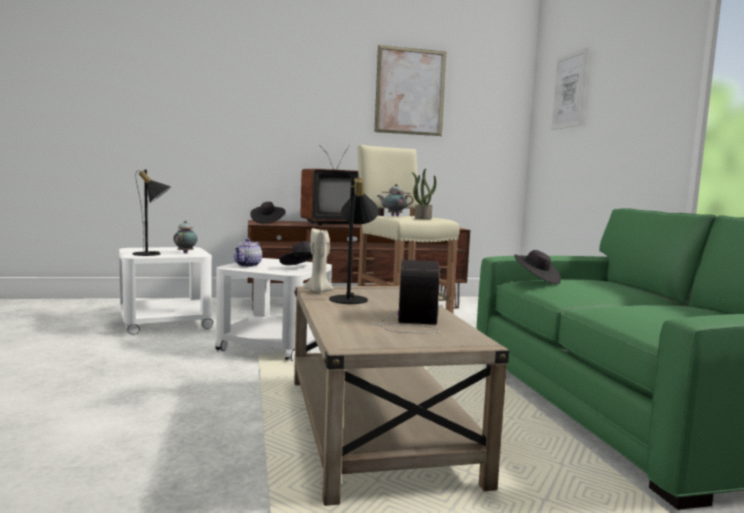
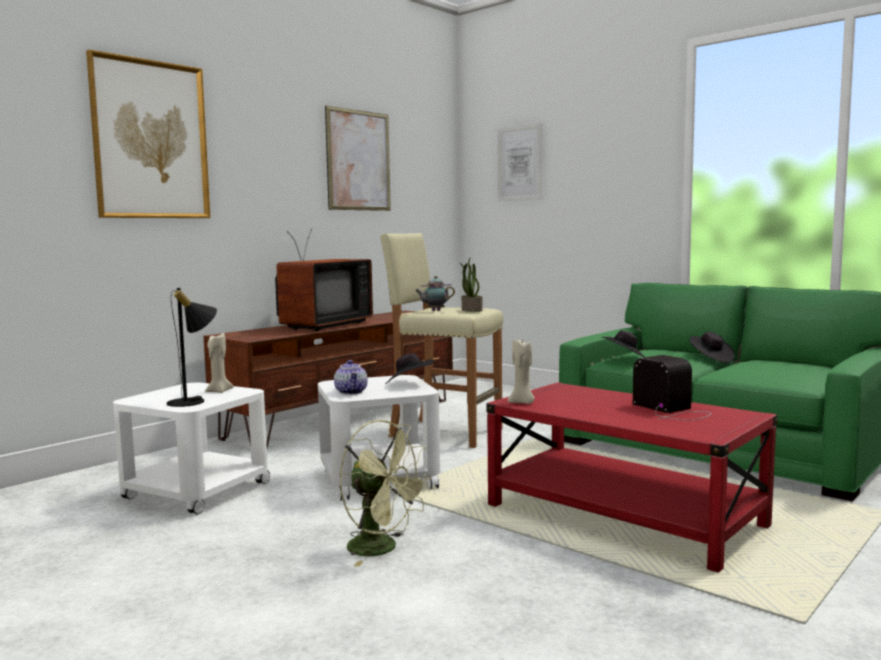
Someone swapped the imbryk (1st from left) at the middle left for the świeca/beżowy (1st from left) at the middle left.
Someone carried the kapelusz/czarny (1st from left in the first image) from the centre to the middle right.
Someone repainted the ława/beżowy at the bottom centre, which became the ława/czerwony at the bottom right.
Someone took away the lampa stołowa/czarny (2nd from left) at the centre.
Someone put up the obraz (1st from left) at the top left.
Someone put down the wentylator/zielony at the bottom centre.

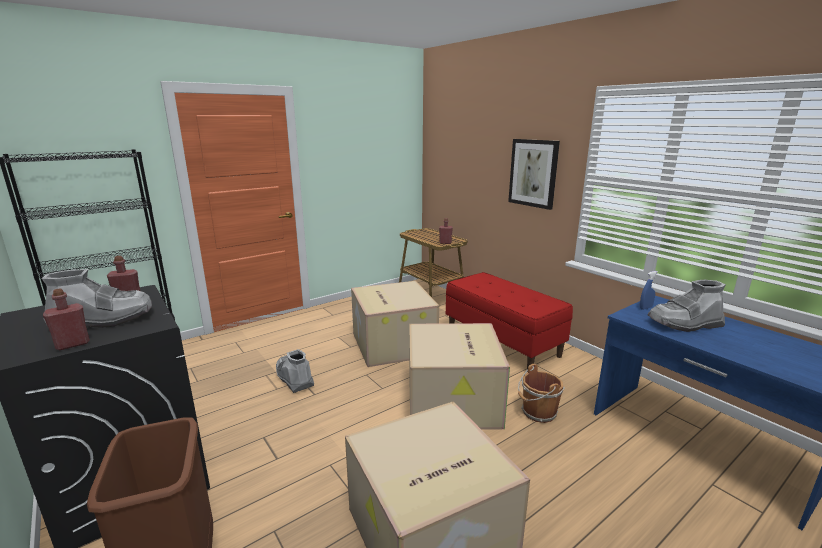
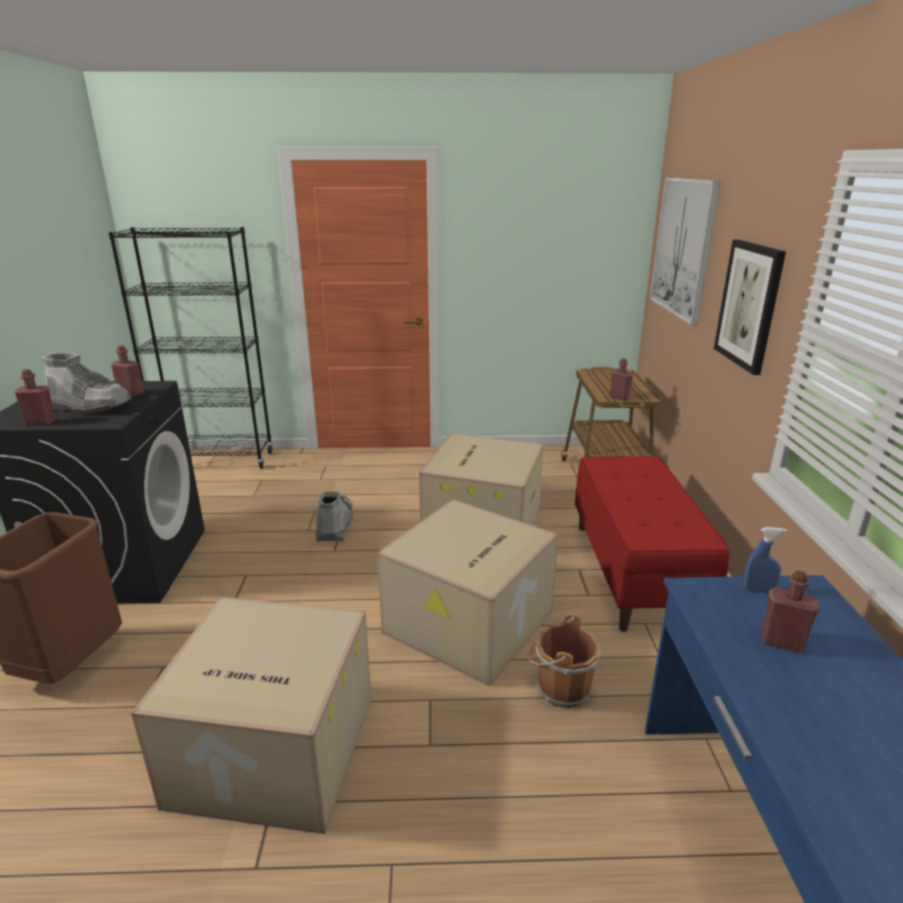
Someone swapped the but z cholewką/szary (3rd from left) at the middle right for the butelka/czerwony (4th from left) at the bottom right.
Someone put up the obraz (1st from left) at the top right.

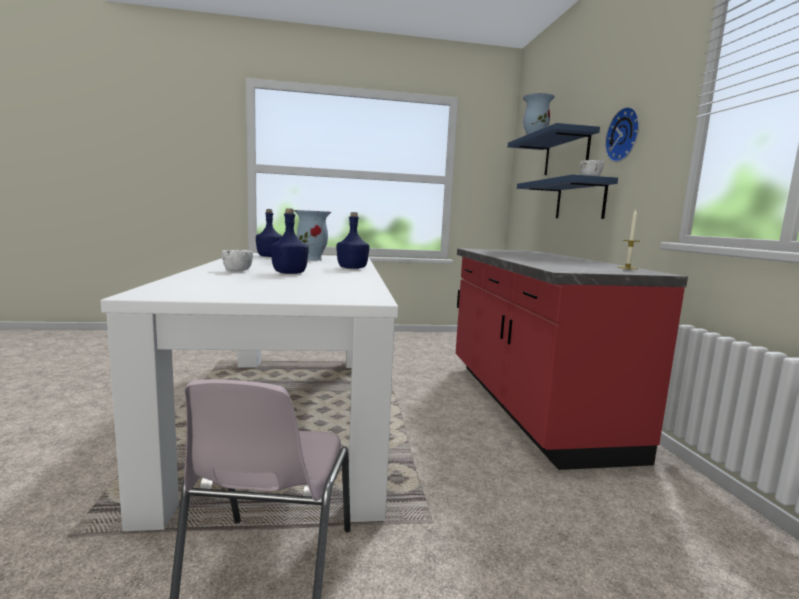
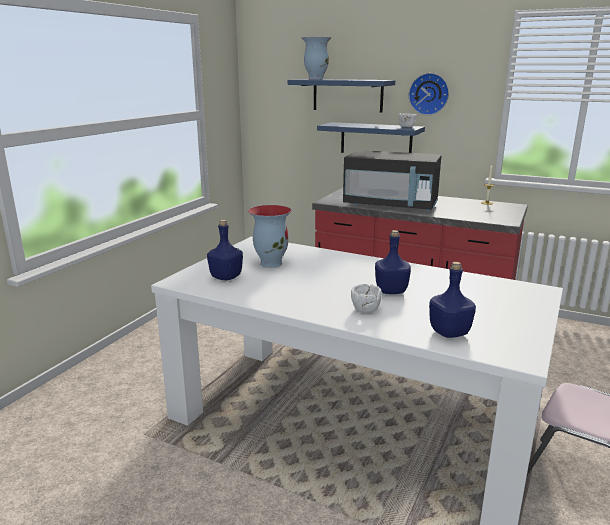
Someone carried the butelka/niebieski (3rd from left) from the centre to the middle right.
Someone put down the mikrofalówka/czarny at the centre.

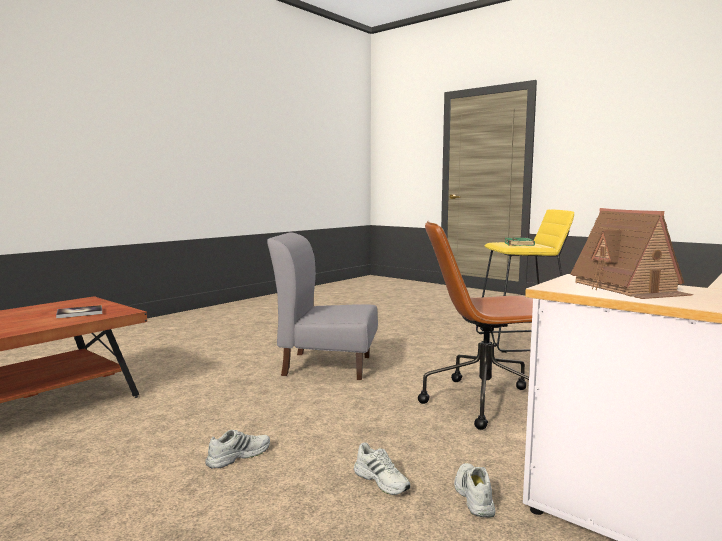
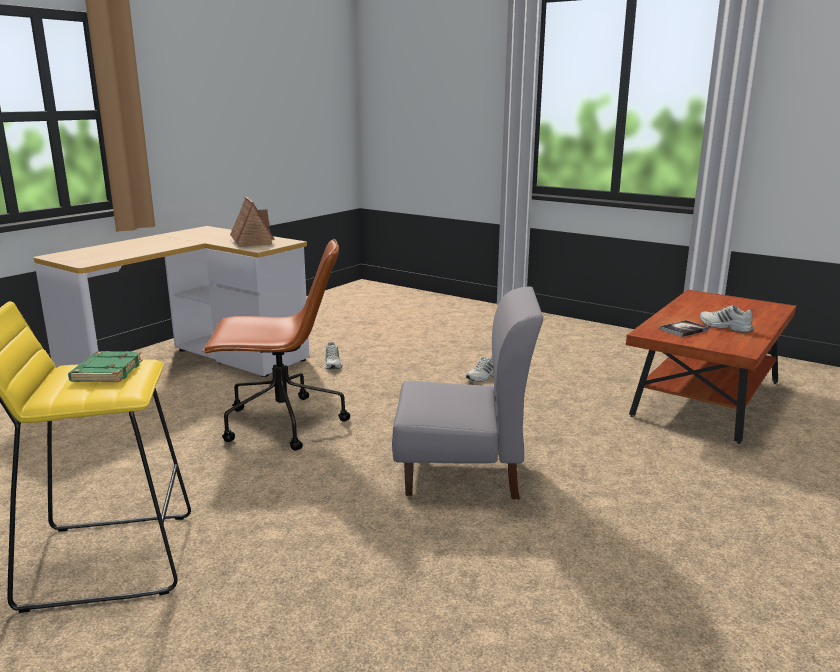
Someone carried the but/biały (2nd from left in the first image) from the bottom centre to the middle right.

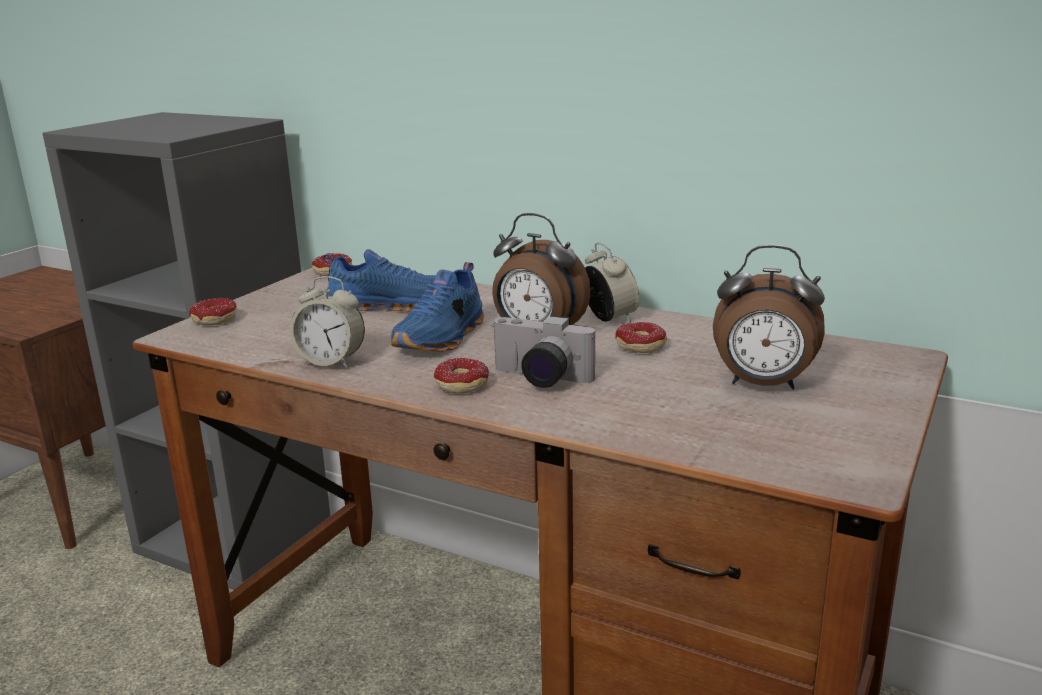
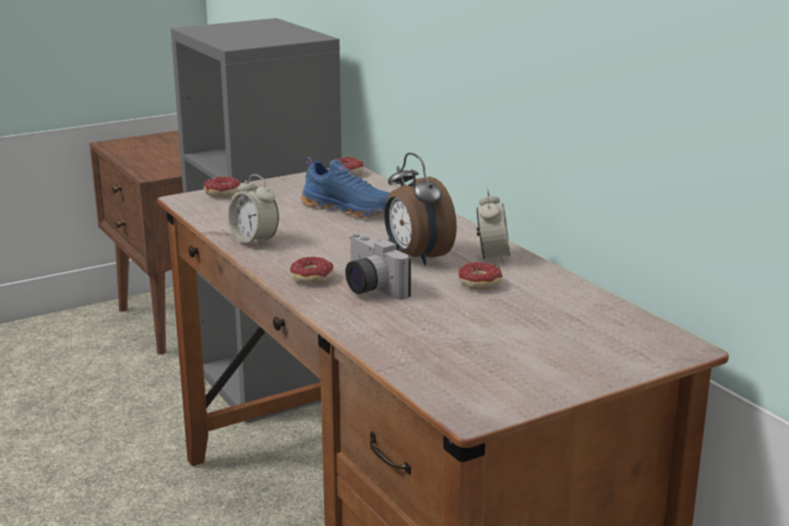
Someone took away the but/niebieski (2nd from left) at the centre.
Someone took away the budzik (4th from left) at the middle right.

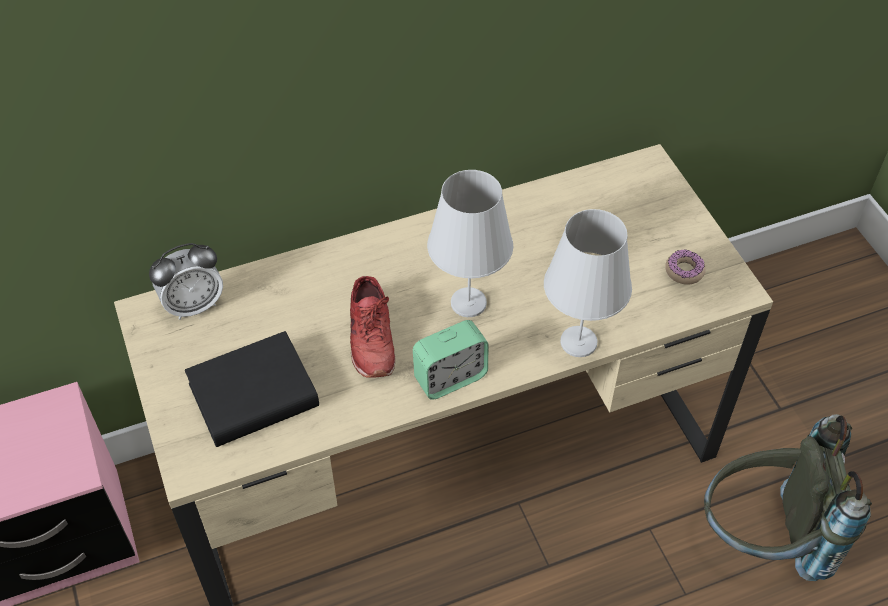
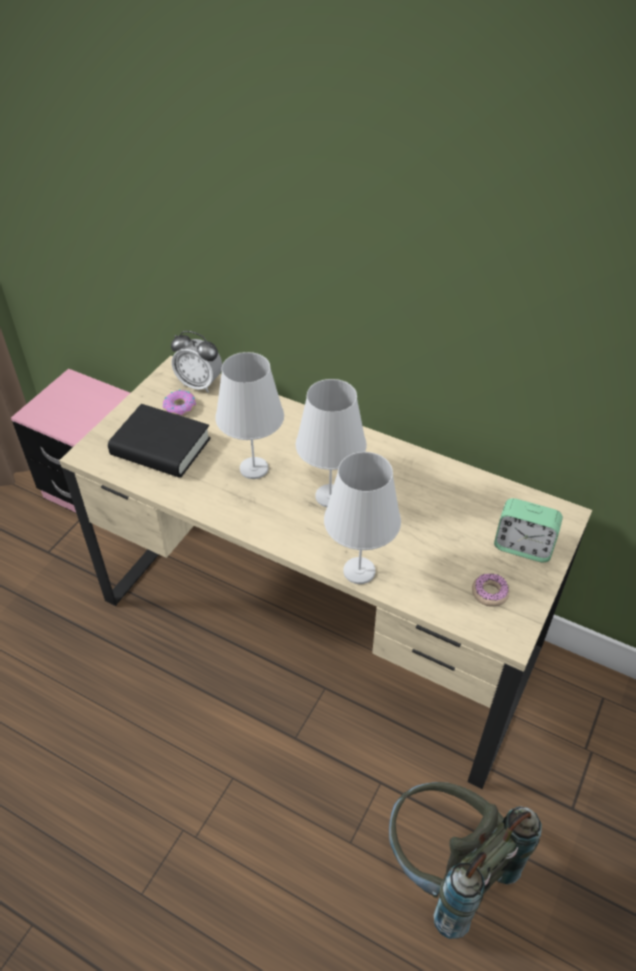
Someone swapped the but/czerwony at the centre for the lampa stołowa/biały (1st from left) at the centre.
Someone carried the budzik (2nd from left) from the centre to the middle right.
Someone put down the donut (1st from left) at the middle left.

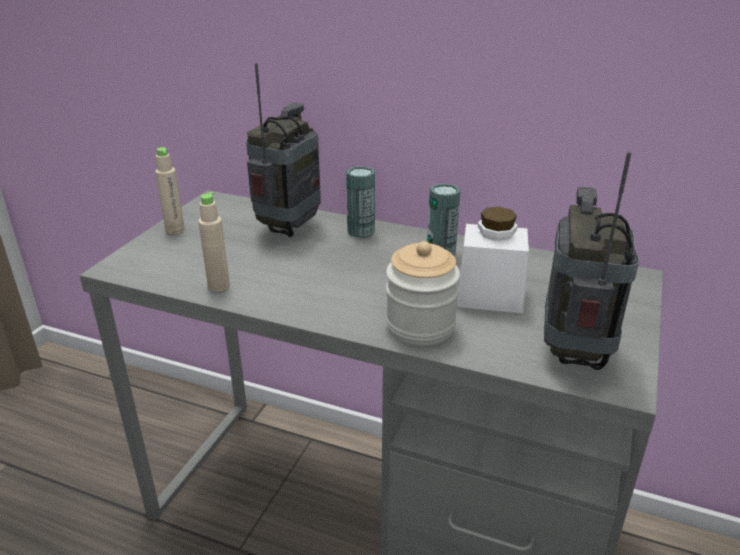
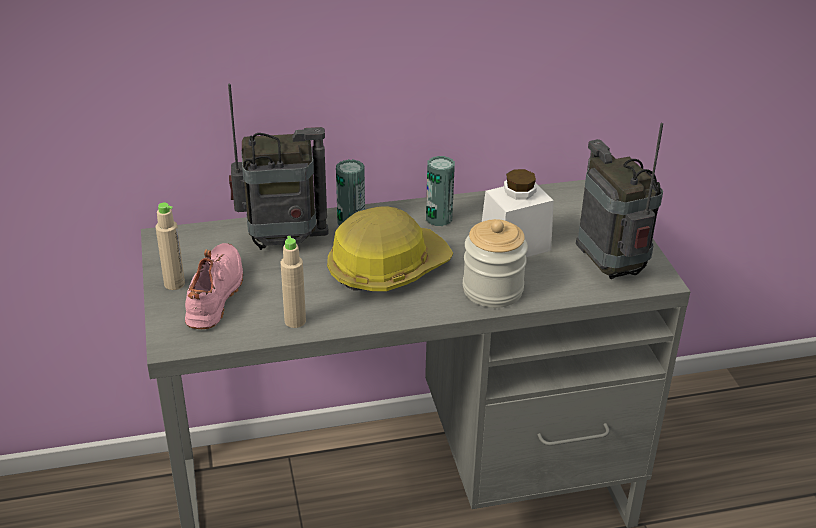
Someone rotated the radio (1st from left) at the top centre by 90 degrees clockwise.
Someone put down the but/różowy at the middle left.
Someone put down the kask at the centre.

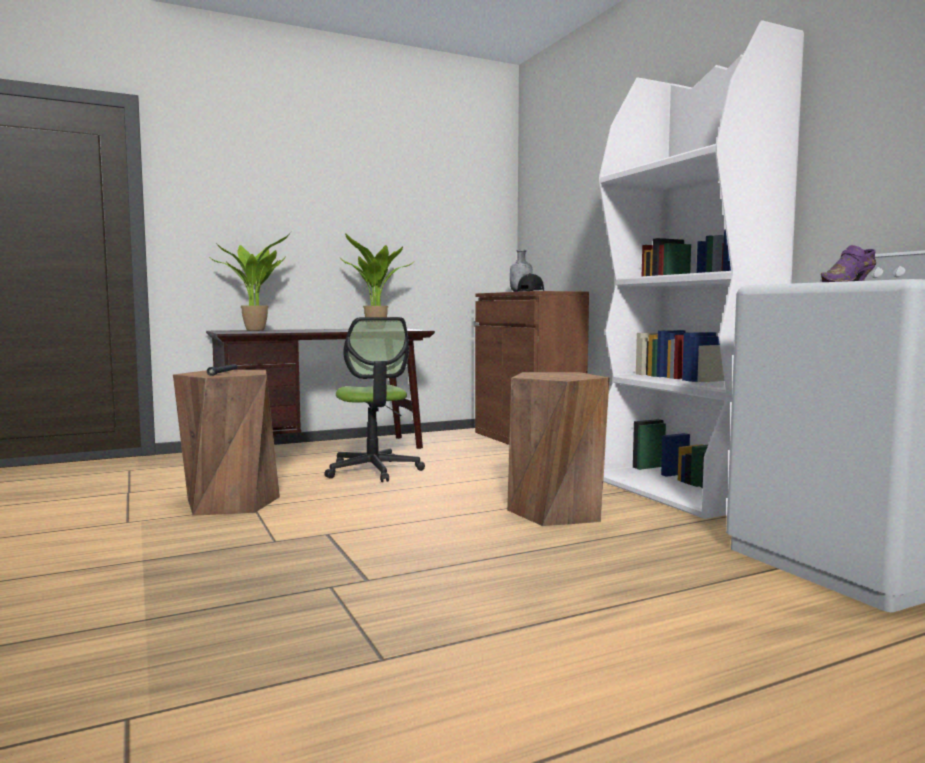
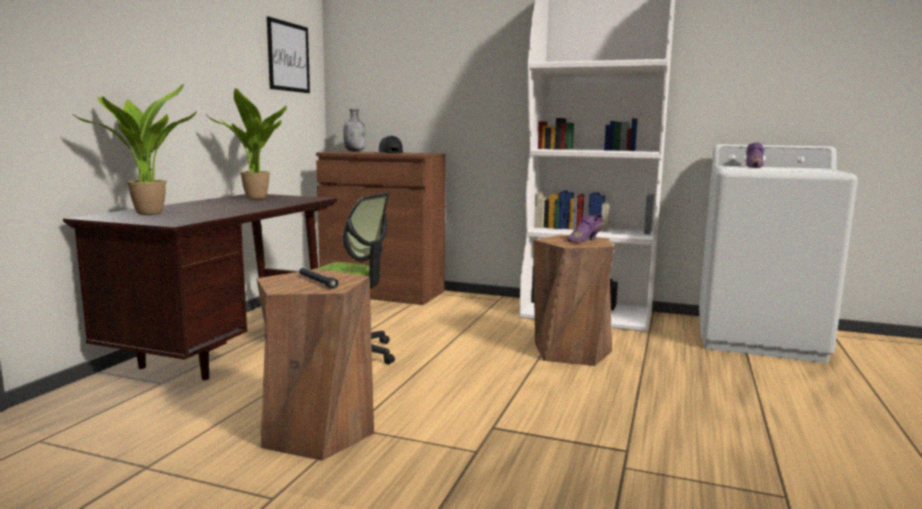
Someone put up the obraz at the top left.
Someone put down the but/fioletowy (1st from left) at the centre.

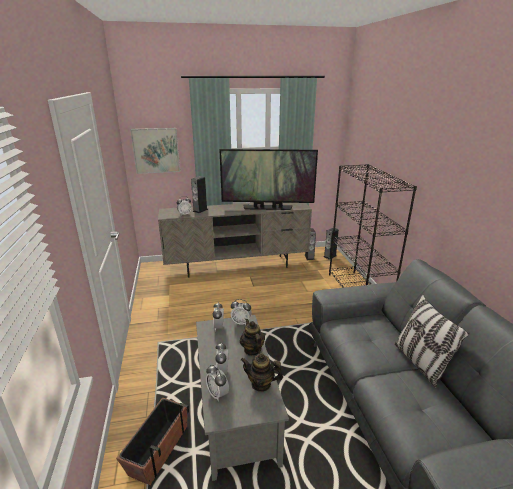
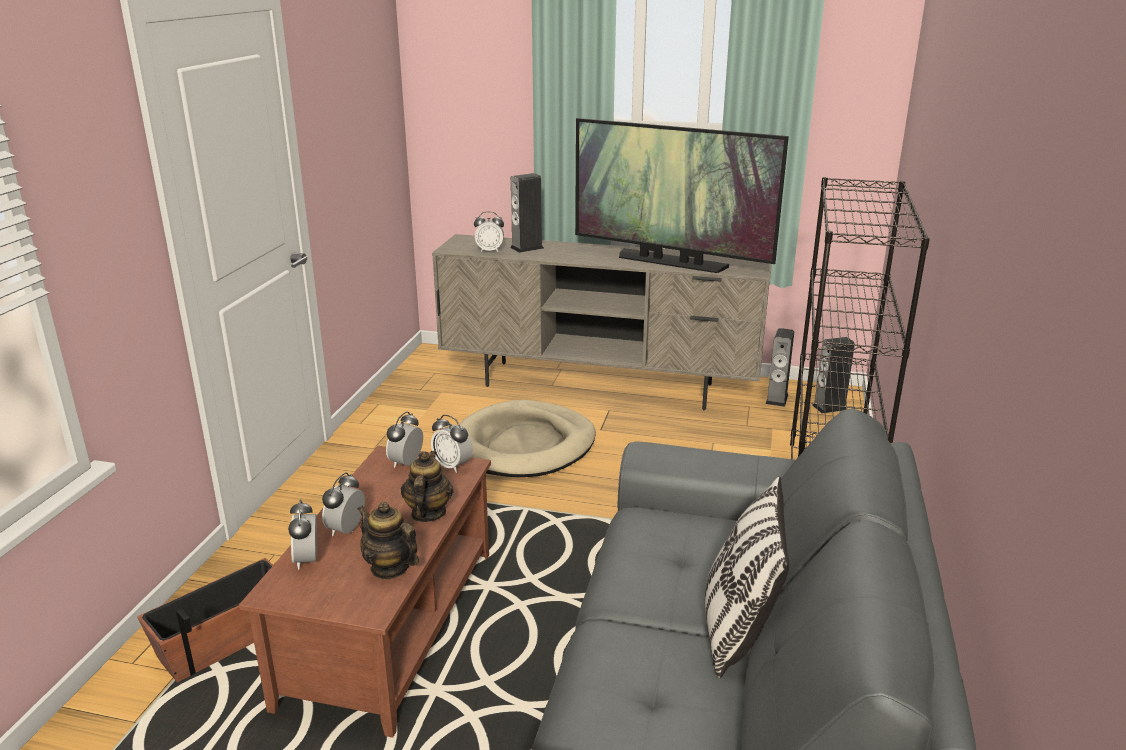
Someone took away the obraz at the top left.
Someone repainted the ława/szary at the bottom centre, which became the ława/brązowy at the bottom left.
Someone put down the legowisko/beżowy at the centre.

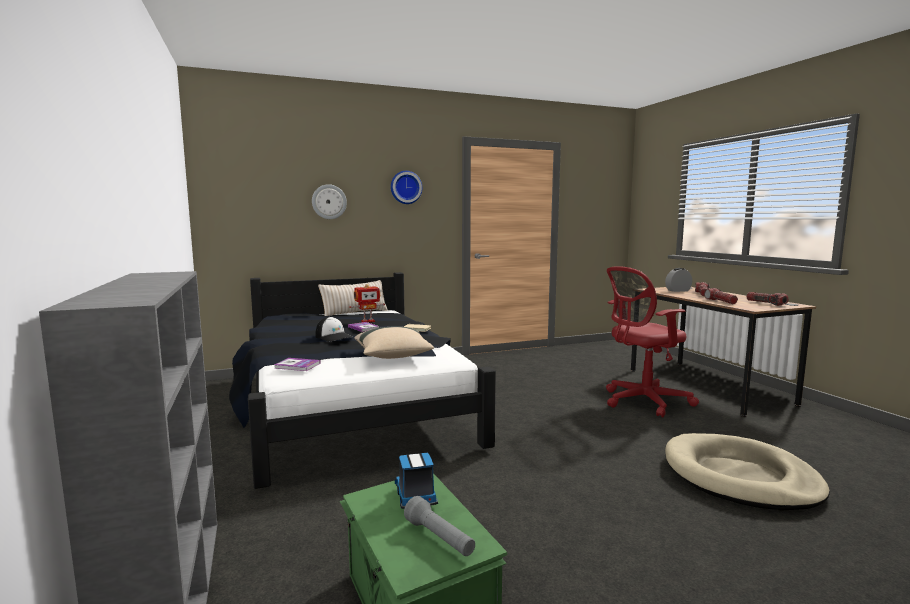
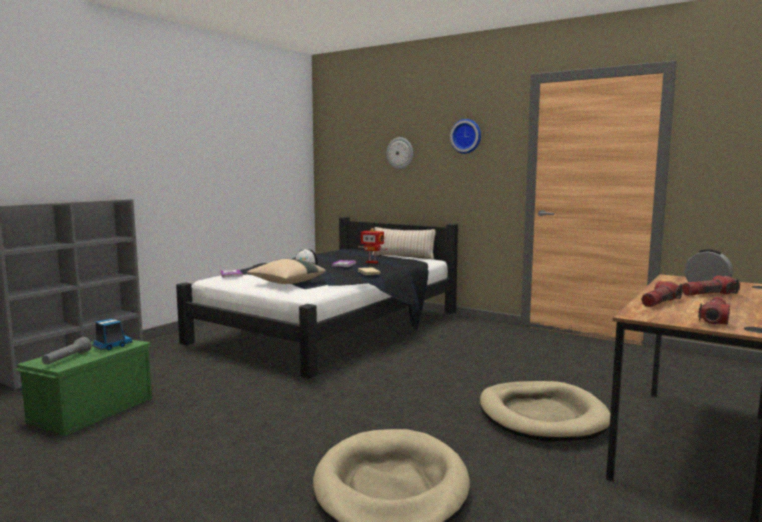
Someone swapped the krzesło biurowe/czerwony at the middle right for the legowisko/beżowy (2nd from left) at the bottom right.

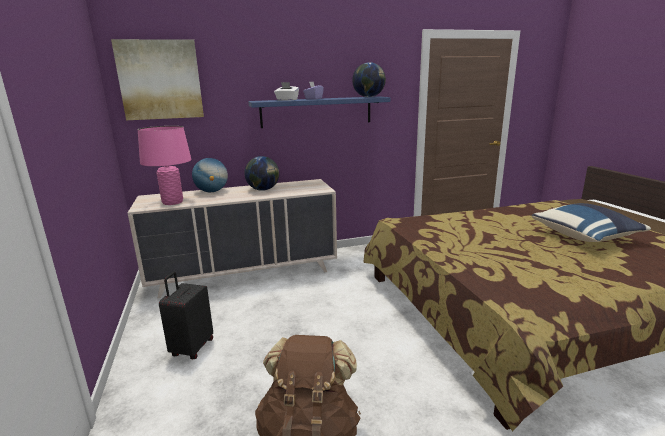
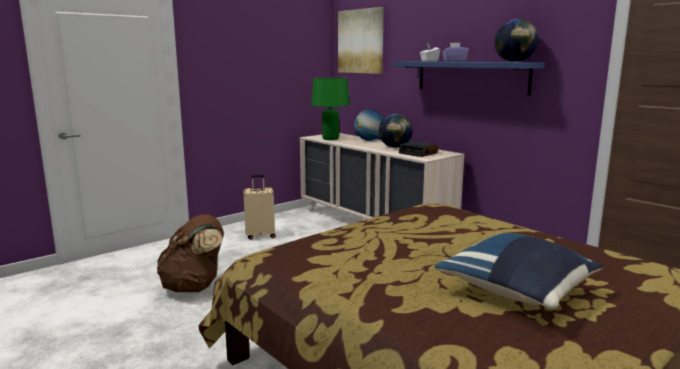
Someone repainted the lampa stołowa/różowy at the middle left, which became the lampa stołowa/zielony at the top centre.
Someone repainted the walizka/czarny at the bottom left, which became the walizka/beżowy at the centre.
Someone put down the budzik at the centre.

